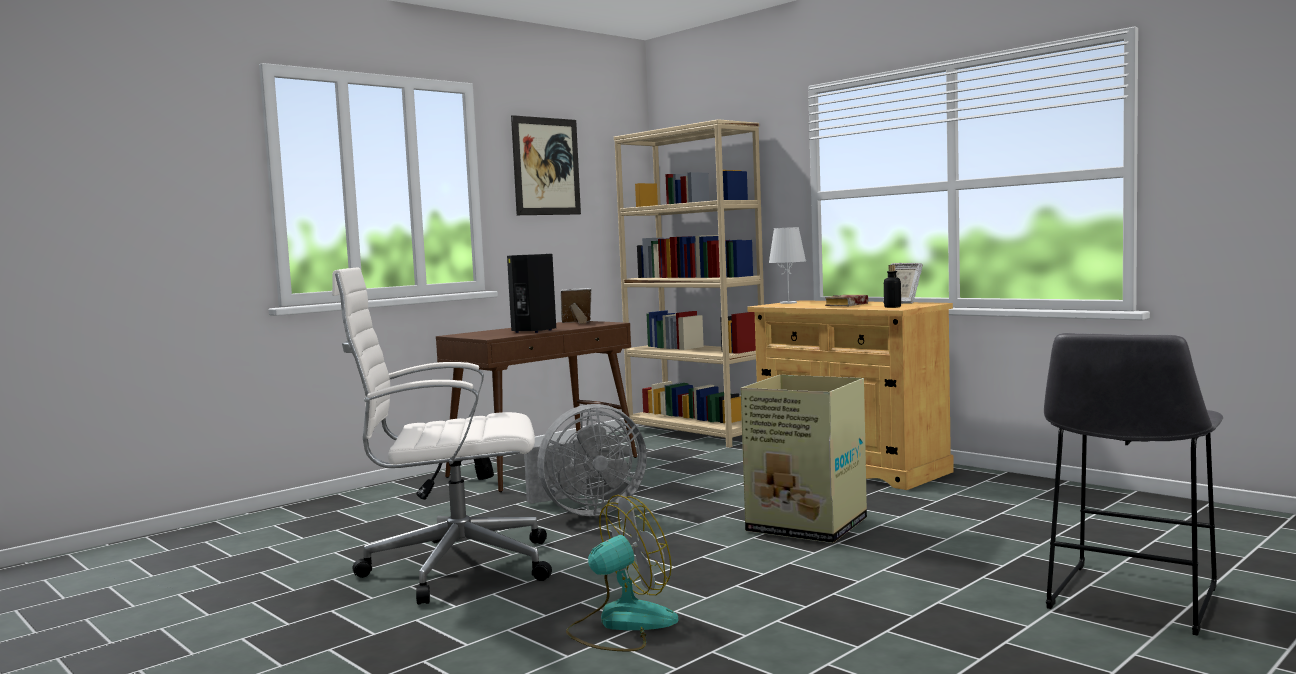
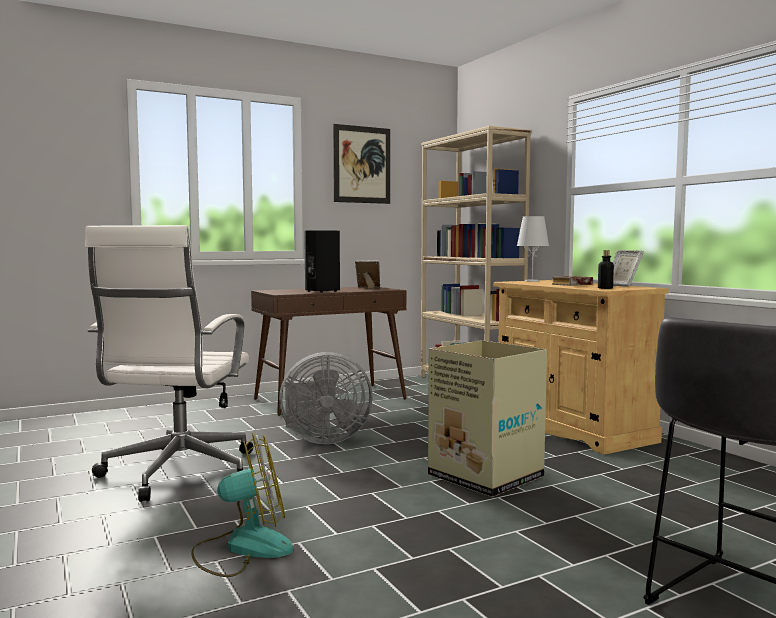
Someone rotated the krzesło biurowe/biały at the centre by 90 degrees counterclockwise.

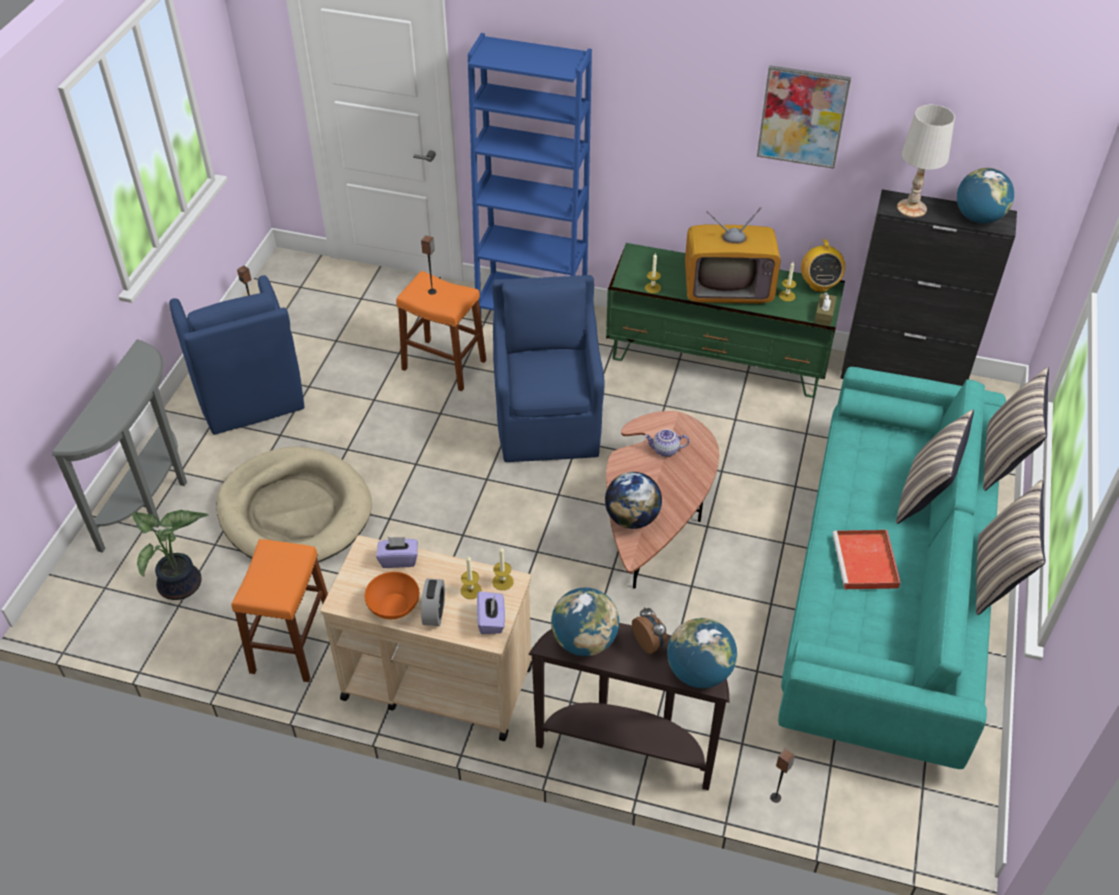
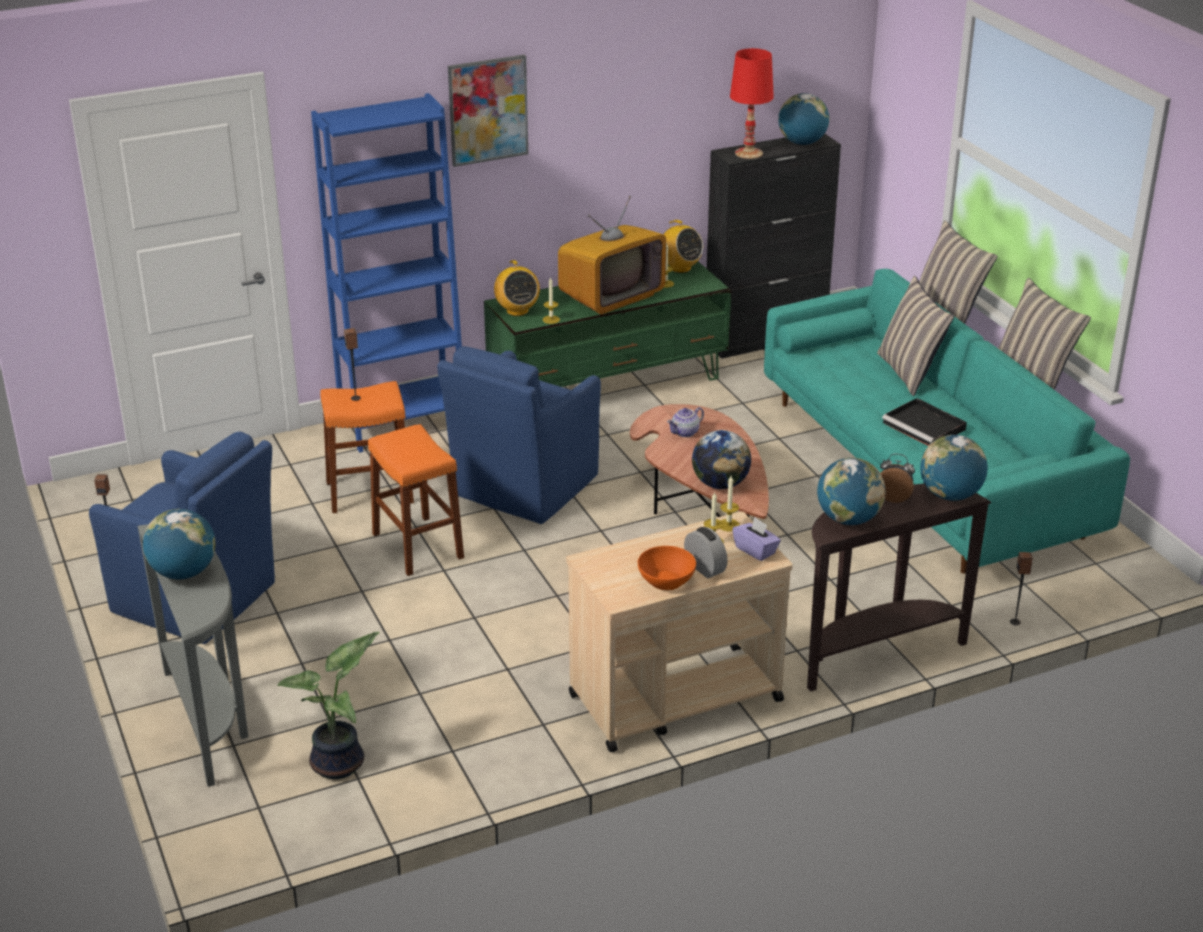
Someone took away the legowisko/beżowy at the middle left.
Someone carried the stołek/pomarańczowy (1st from left in the first image) from the bottom left to the centre.
Someone took away the pudełko chusteczek/fioletowy (1st from left) at the centre.
Someone rotated the fotel/niebieski (2nd from left) at the centre by 105 degrees counterclockwise.
Someone carried the obraz from the top right to the top centre.
Someone took away the pudełko chusteczek/brązowy at the middle right.
Someone repainted the taca/czerwony at the middle right, which became the taca/czarny at the middle right.
Someone repainted the lampa stołowa/biały at the top right, which became the lampa stołowa/czerwony at the top centre.
Someone put down the globus (1st from left) at the middle left.
Someone put down the radio (1st from left) at the top centre.

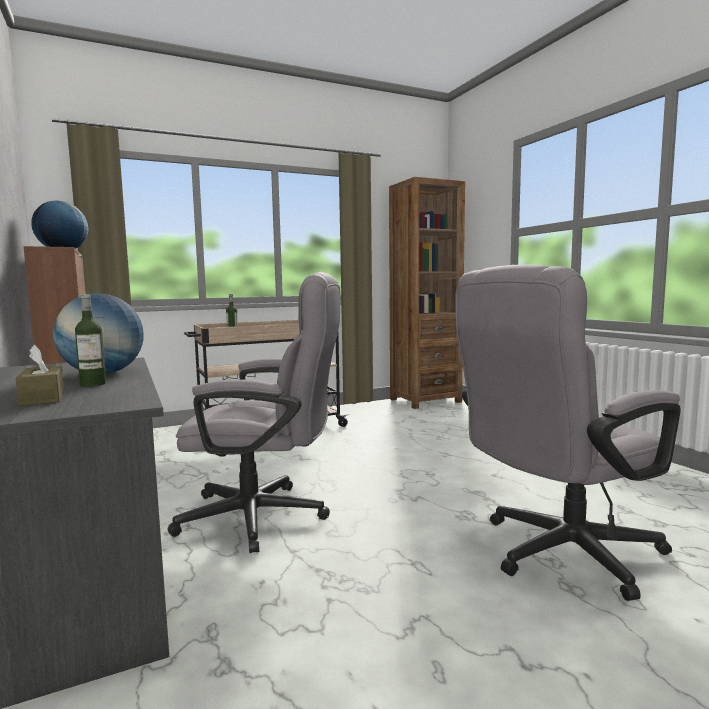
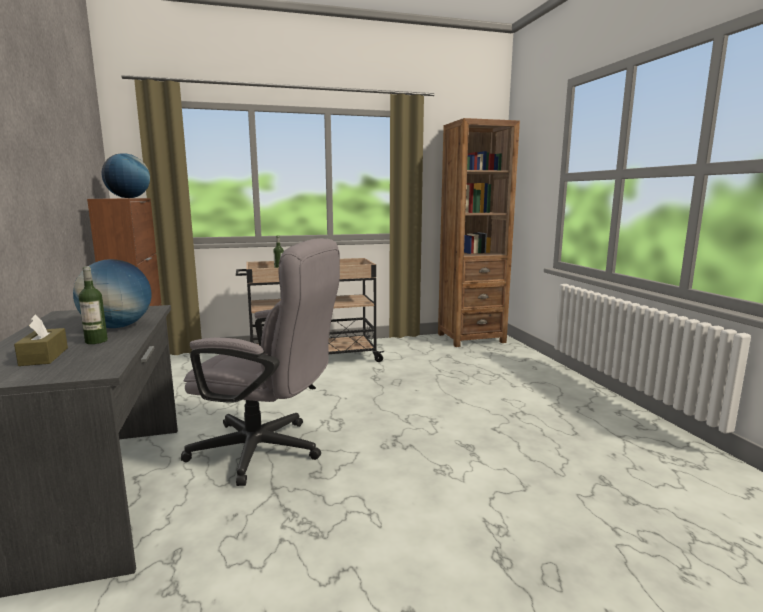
Someone took away the krzesło biurowe/szary (2nd from left) at the middle right.

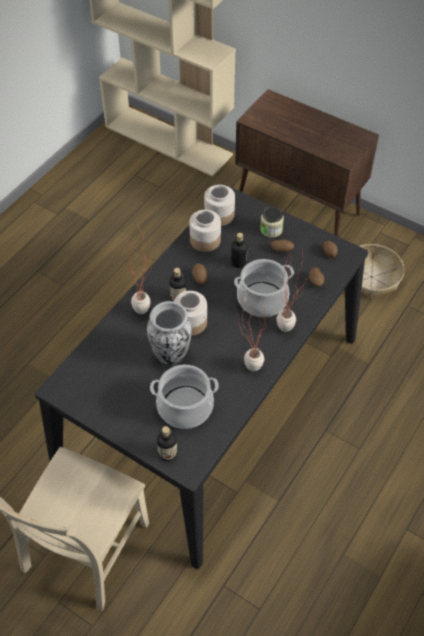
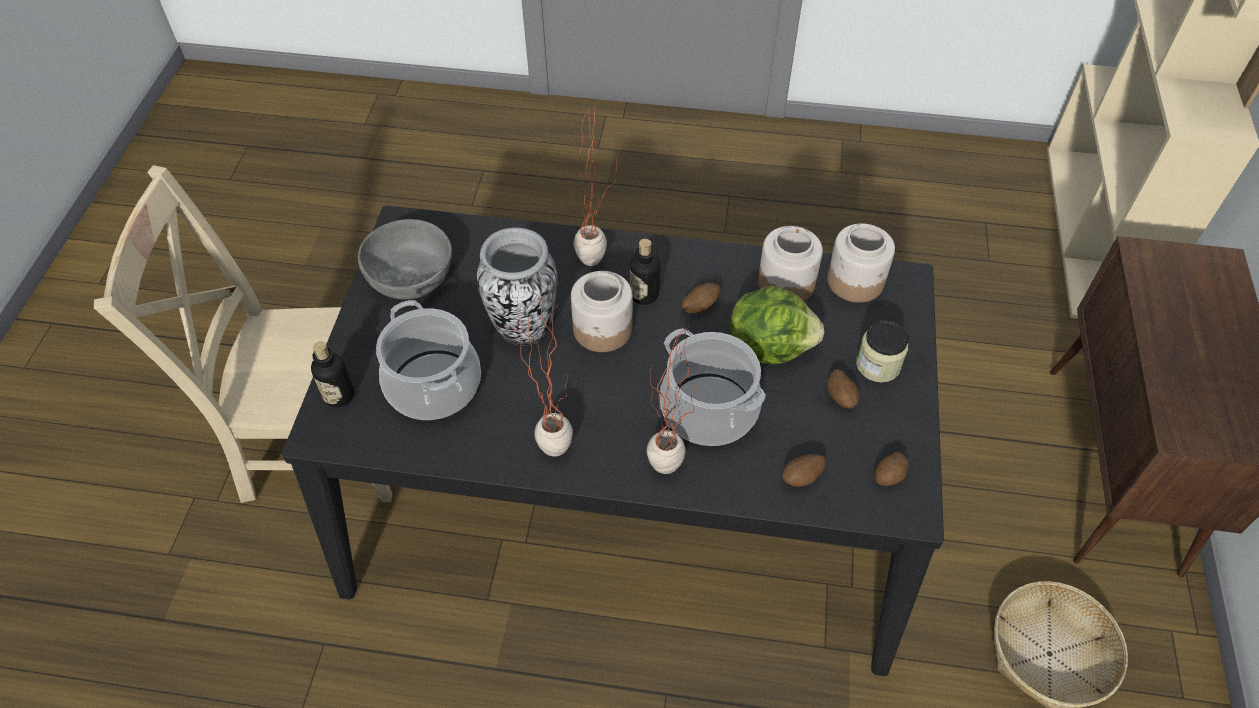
Someone swapped the butelka (3rd from left) at the centre for the sałata at the centre.
Someone put down the miska/szary at the middle left.

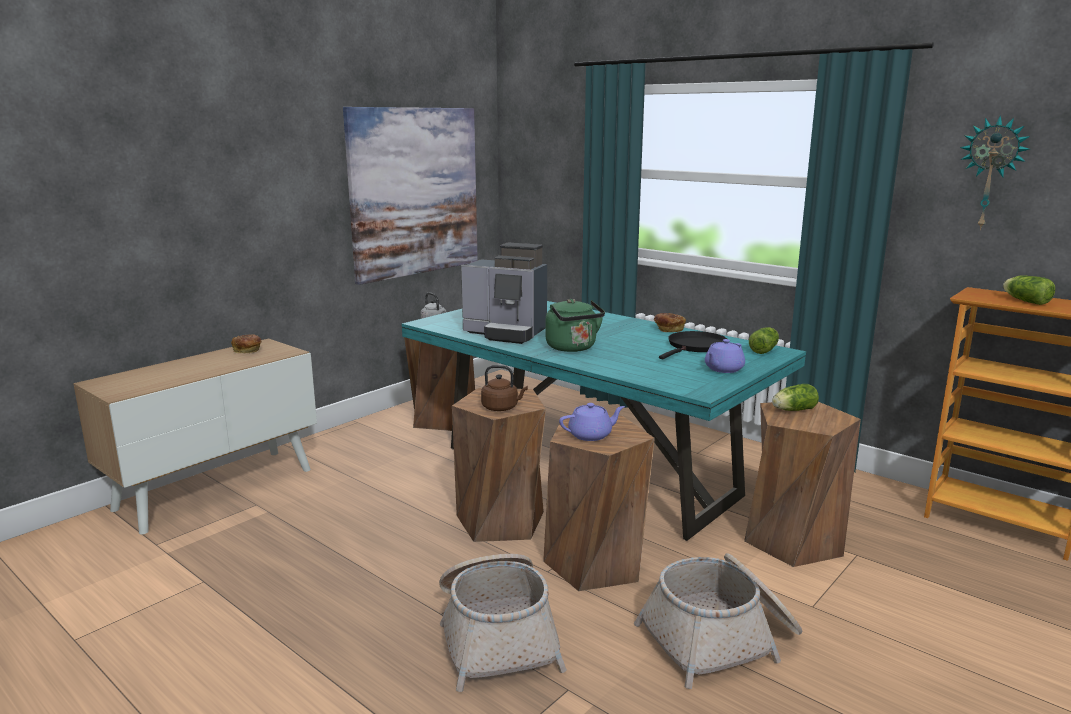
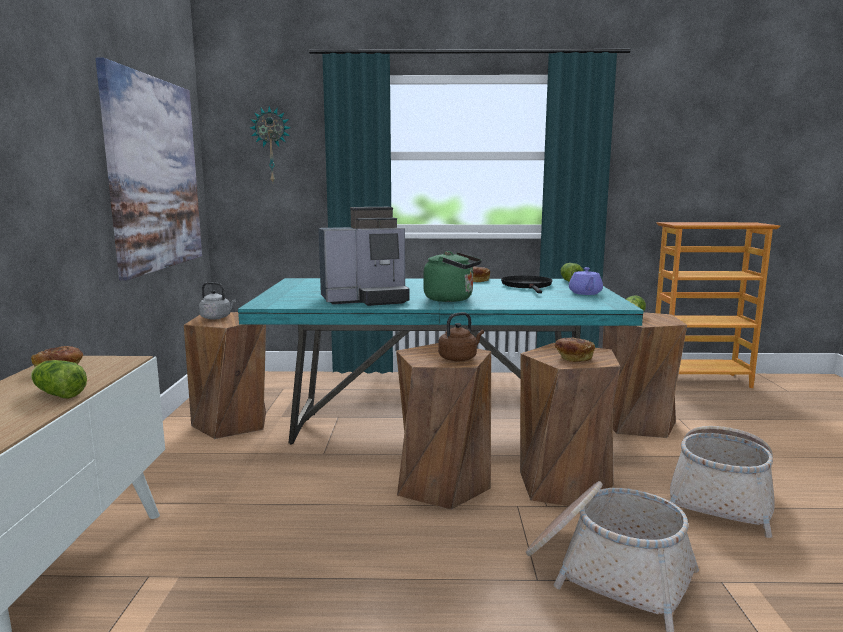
Someone swapped the imbryk/fioletowy (1st from left) at the centre for the chleb (3rd from left) at the middle right.
Someone carried the zegar ścienny from the top right to the top left.
Someone carried the sałata (3rd from left in the first image) from the middle right to the middle left.

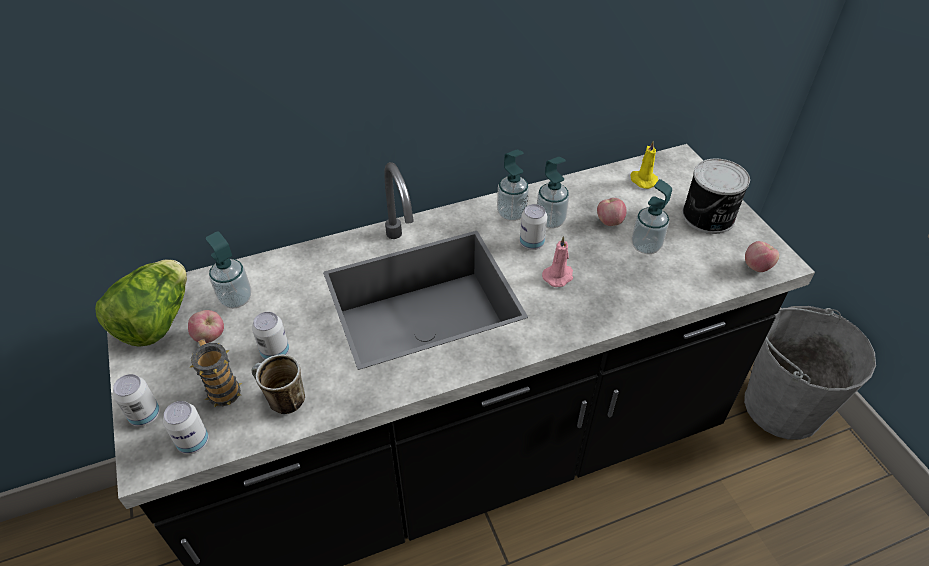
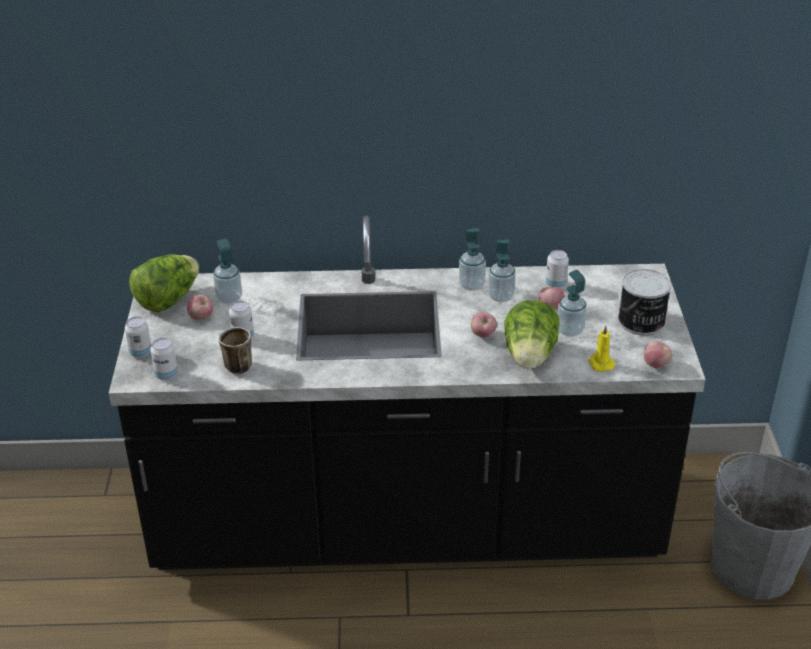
Someone took away the kubek (1st from left) at the middle left.
Someone carried the puszka (4th from left) from the centre to the middle right.
Someone swapped the świeca/różowy at the centre for the jabłko (2nd from left) at the centre.
Someone carried the świeca/żółty from the top right to the middle right.
Someone put down the sałata (2nd from left) at the centre.

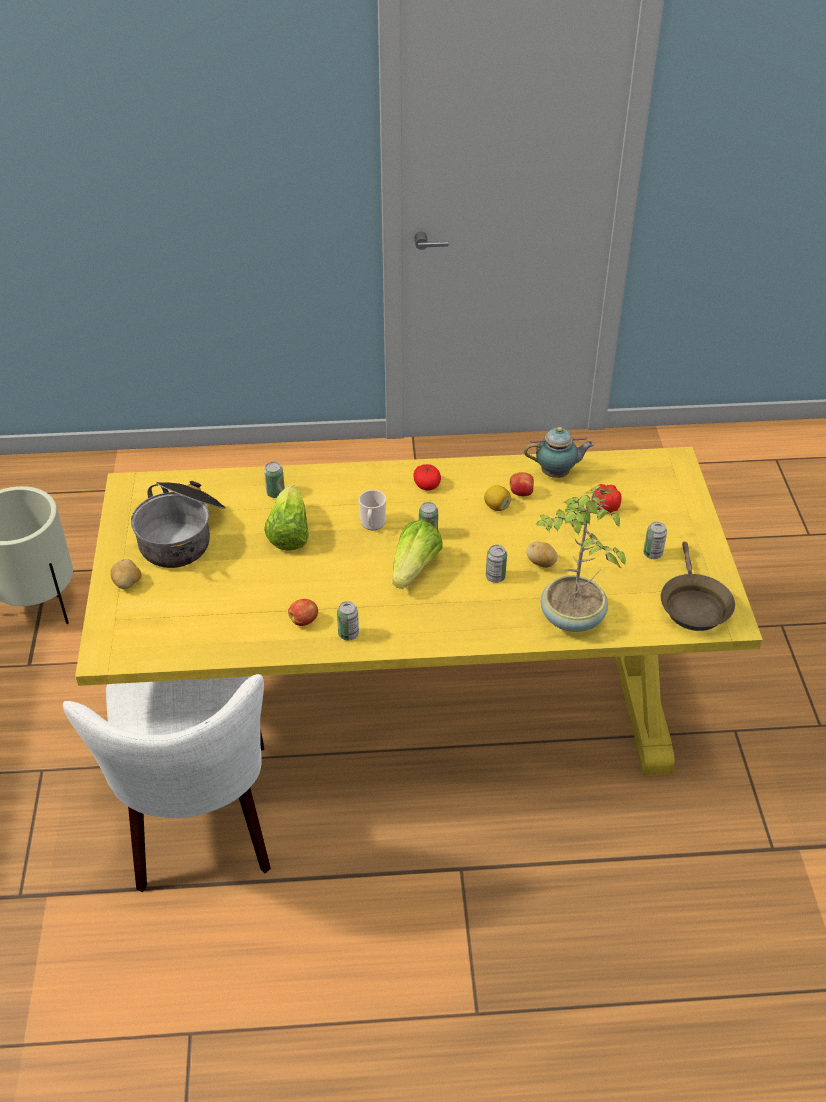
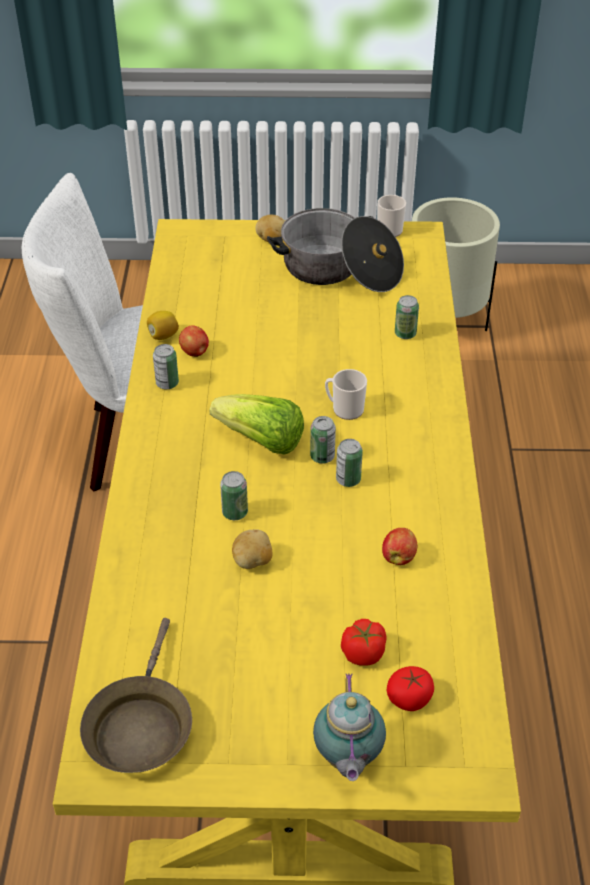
Someone took away the sałata (1st from left) at the centre.
Someone carried the pomidor (1st from left in the first image) from the centre to the bottom right.
Someone carried the cytryna from the centre to the middle left.
Someone carried the imbryk from the middle right to the bottom centre.
Someone took away the roślina doniczkowa at the middle right.
Someone carried the puszka (5th from left in the first image) from the middle right to the centre.
Someone rotated the patelnia/brązowy at the middle right by 90 degrees counterclockwise.
Someone put down the kubek (2nd from left) at the top centre.

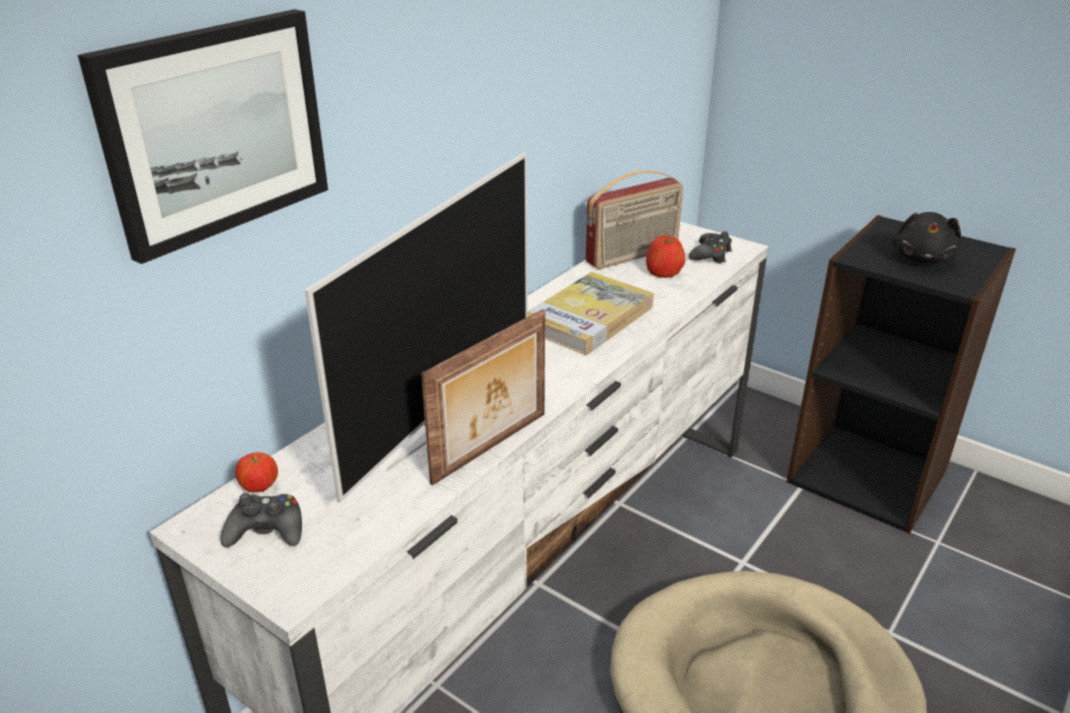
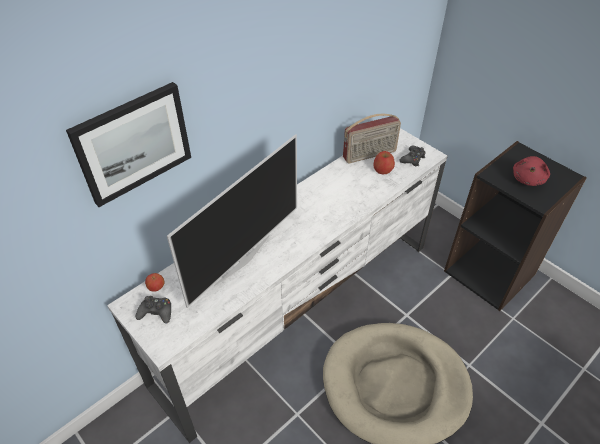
Someone took away the ramka na zdjęcie at the centre.
Someone took away the książka at the centre.
Someone repainted the pluszak/czarny at the middle right, which became the pluszak/czerwony at the middle right.

